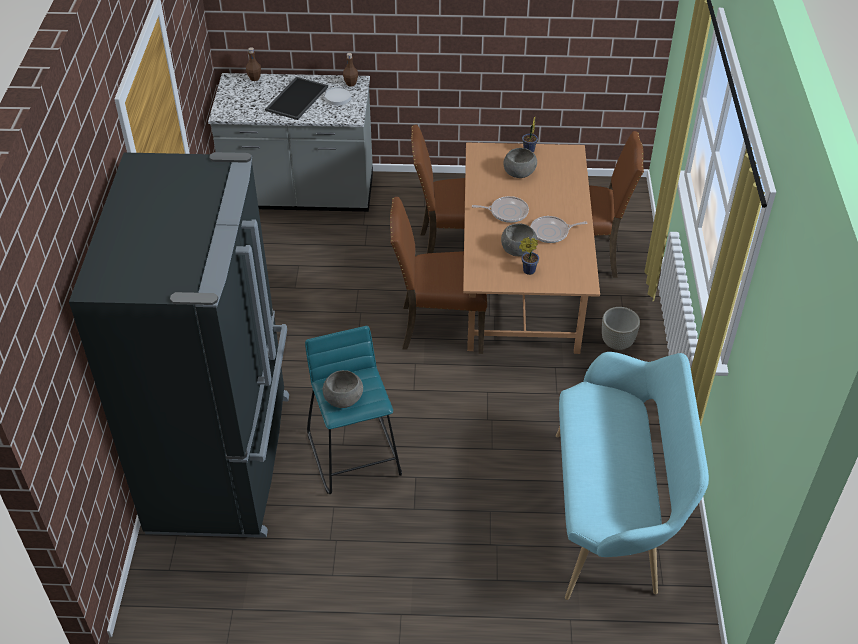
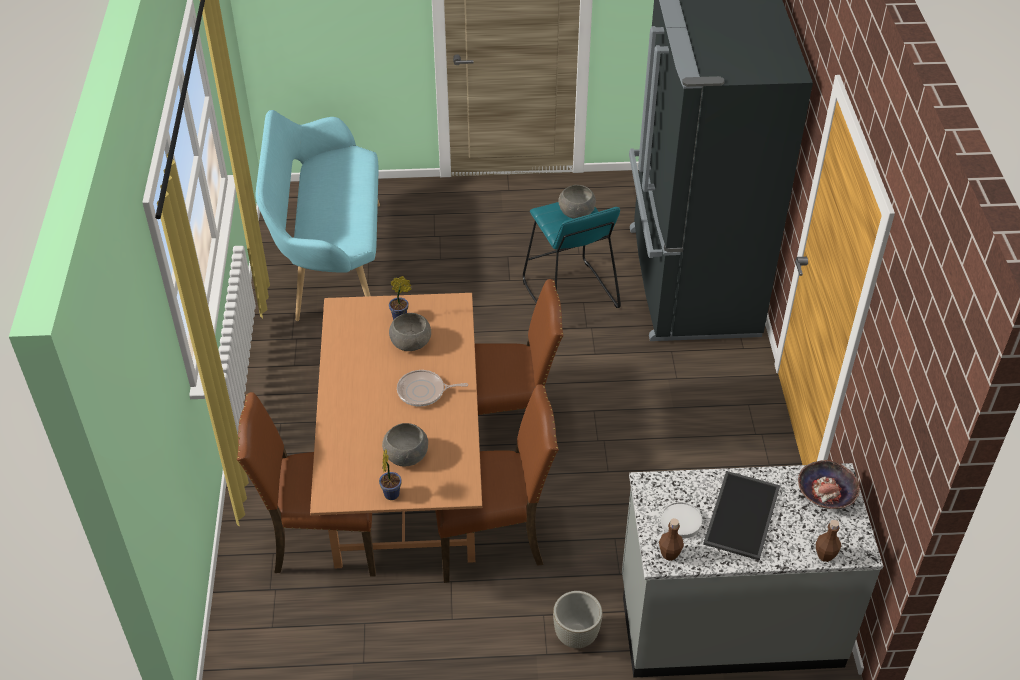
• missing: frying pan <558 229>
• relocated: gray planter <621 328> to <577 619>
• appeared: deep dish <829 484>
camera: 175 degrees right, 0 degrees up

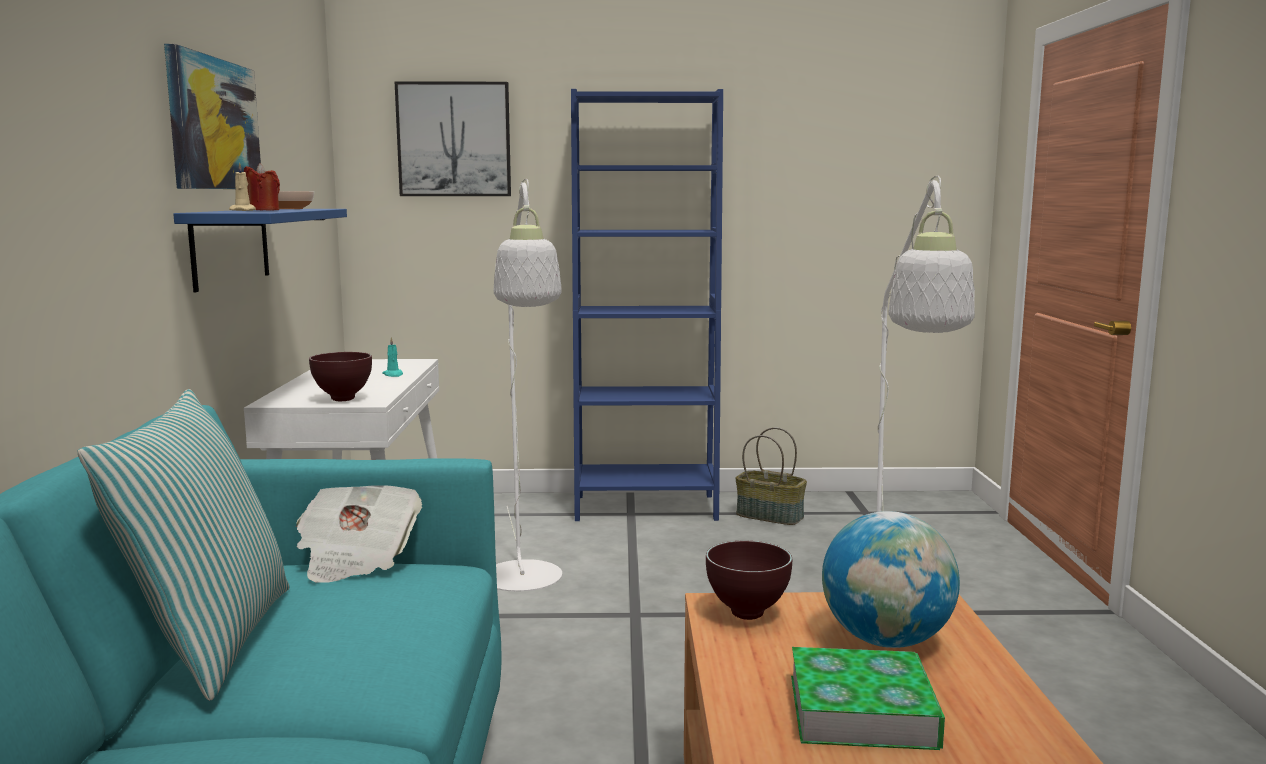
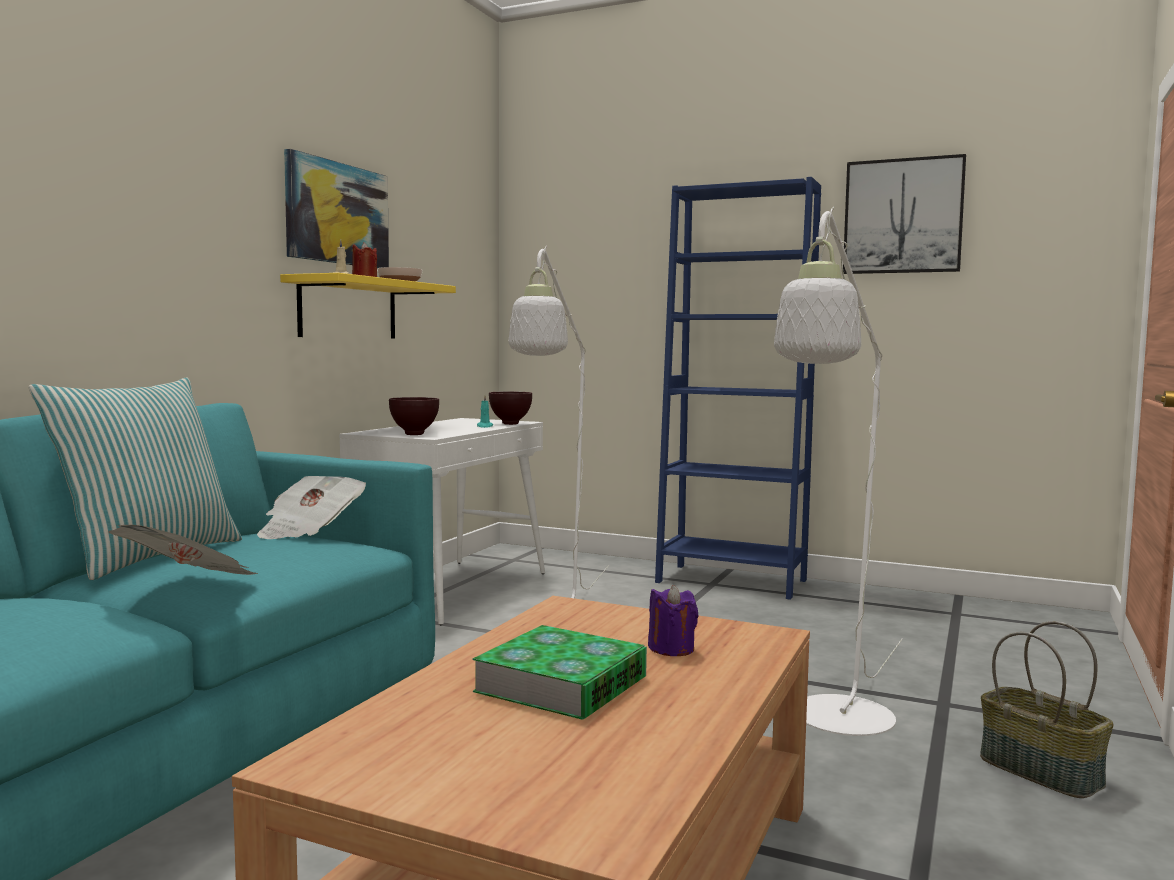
• colour: blue-coloured wall shelf <260 250> to yellow-coloured wall shelf <368 306>
• relocated: wall picture <453 138> to <904 214>
• relocated: brown deep dish <749 580> to <510 408>
• relocated: basket <771 476> to <1046 709>
• exchanged: world globe <891 579> to purplish wax candle <673 620>
• appeared: newspaper <183 550>
camera: 25 degrees right, 5 degrees down

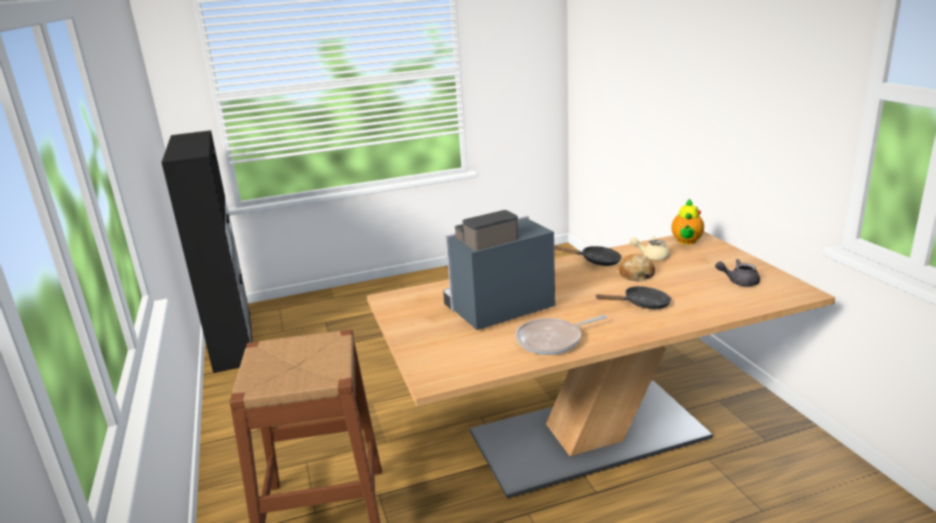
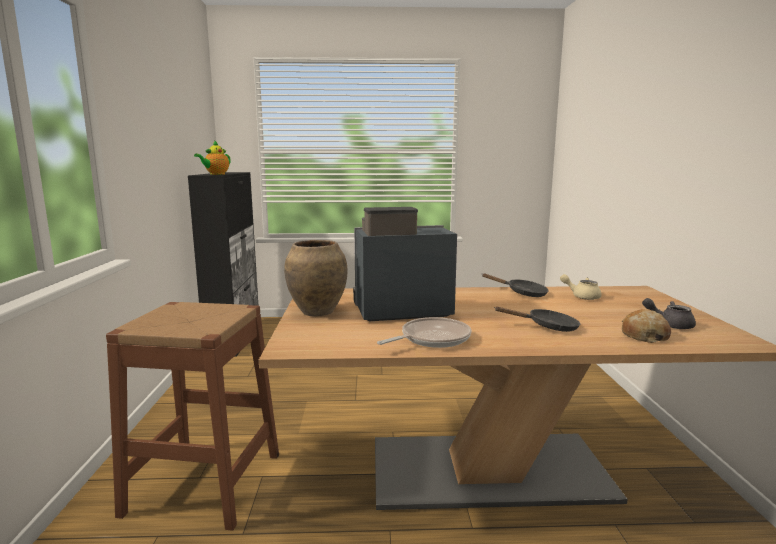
• spun: frying pan <561 335> = <424 332> 150 degrees clockwise
• relocated: bakery bread <636 268> to <646 326>
• relocated: tea pot <687 222> to <212 157>
• appeared: brown flower vase <316 278>
camera: 15 degrees right, 10 degrees down

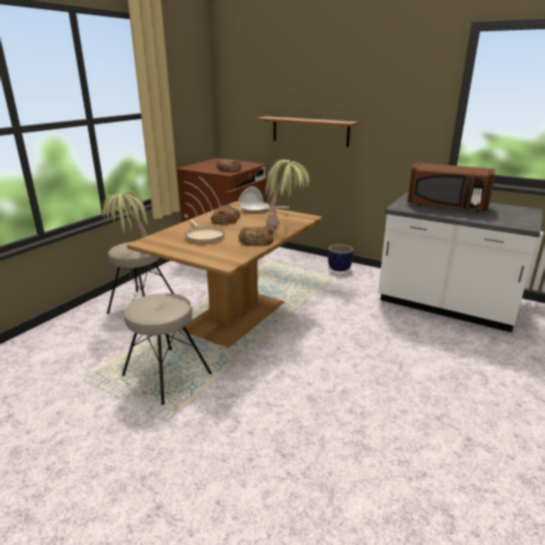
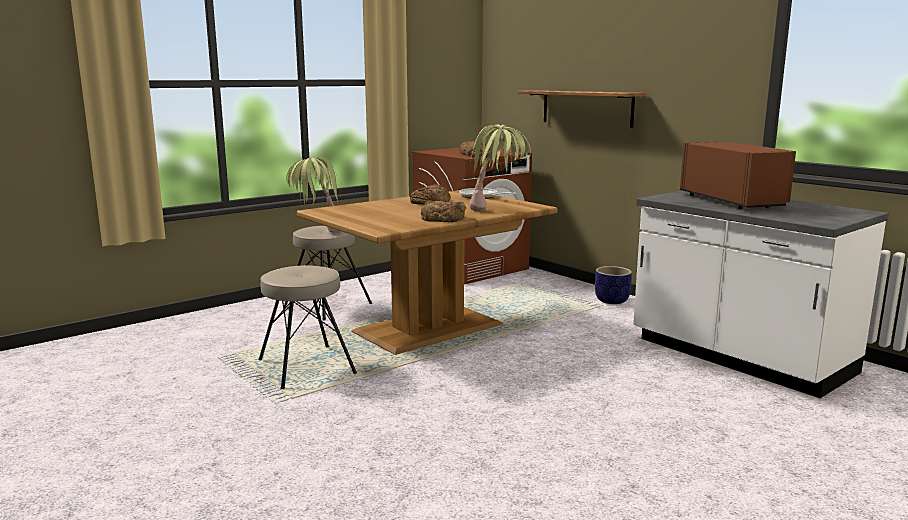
• missing: beige frying pan <205 231>
• spun: brown microwave oven <451 187> = <738 175> 150 degrees counterclockwise
camera: 20 degrees right, 10 degrees down

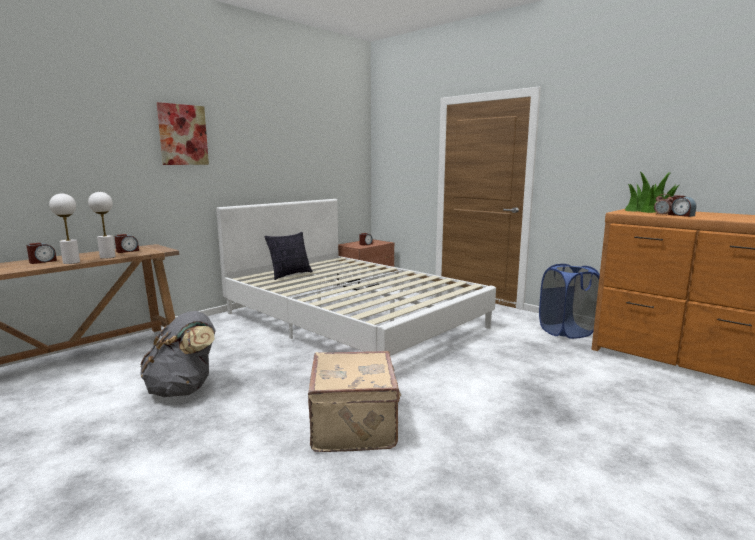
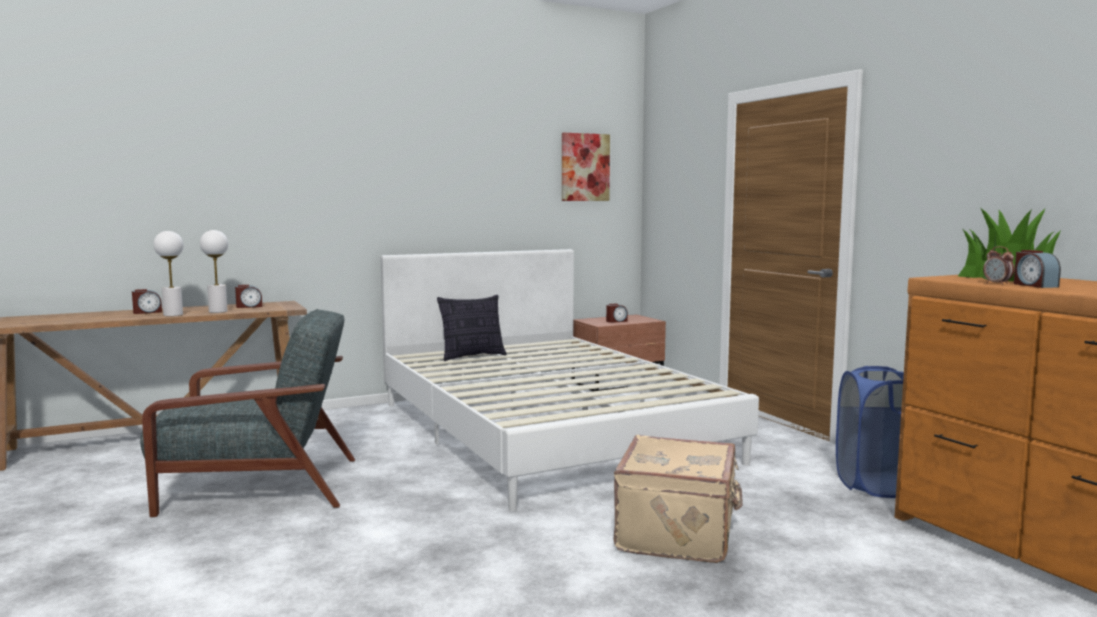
• exchanged: gray backpack <178 354> to gray lounge chair <247 413>
• relocated: wall picture <183 133> to <586 167>
• relocated: beige suitcase <355 401> to <678 499>
camera: 20 degrees right, 5 degrees down

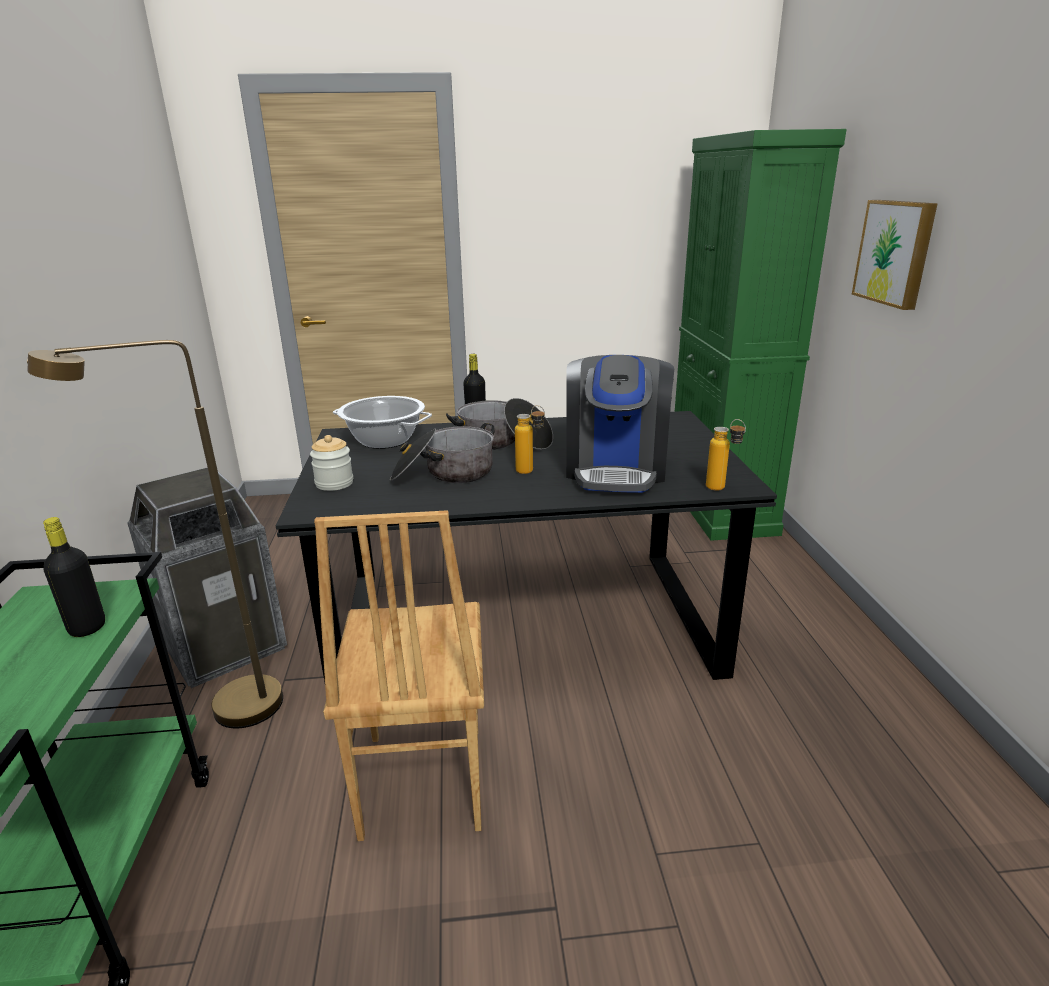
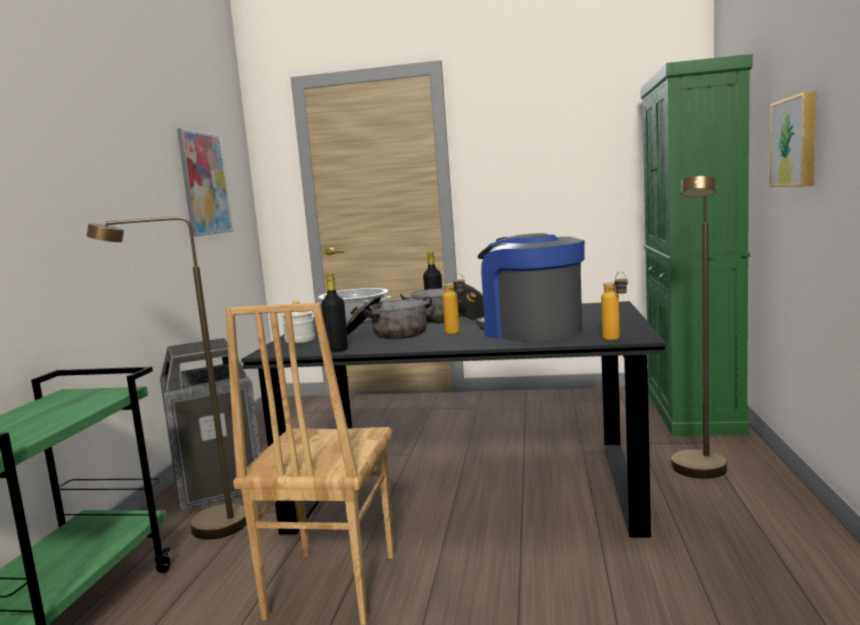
• relocated: black bottle <74 577> to <334 313>
• spun: coffee machine <620 424> = <530 287> 120 degrees clockwise
• appeared: wall picture <205 182>
• appeared: brown floor lamp <699 327>
camera: 15 degrees right, 15 degrees down

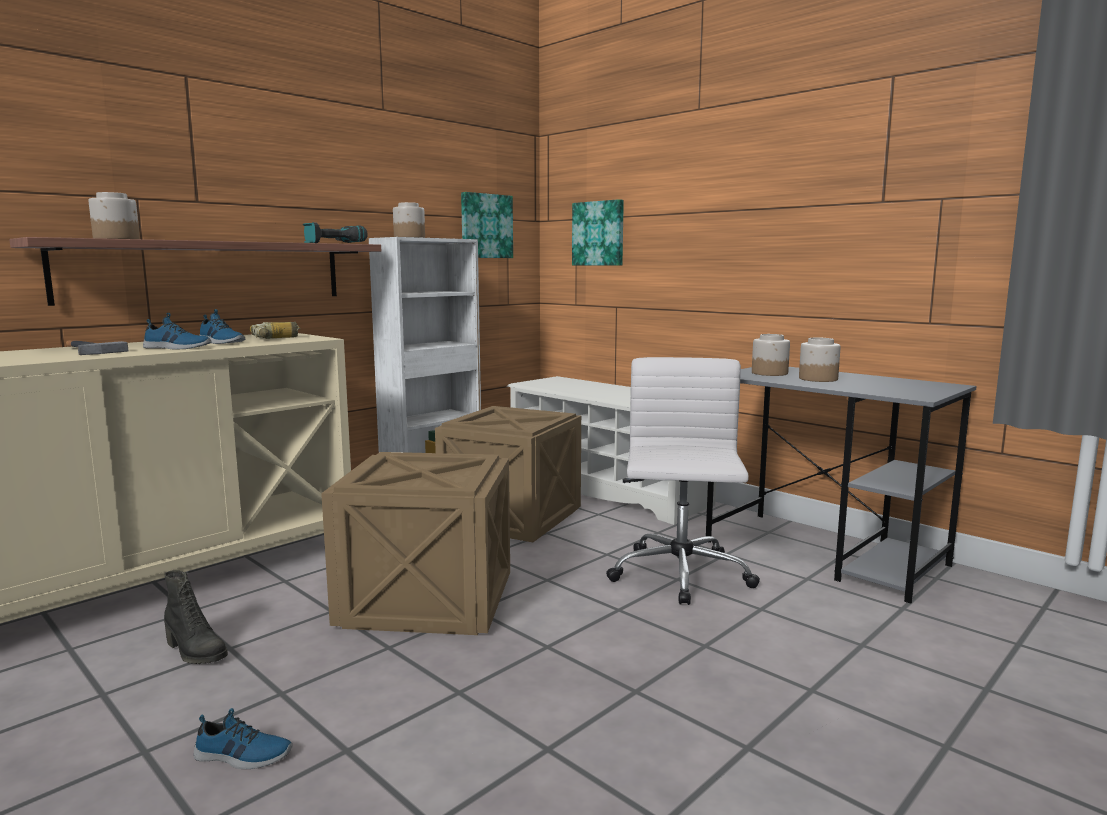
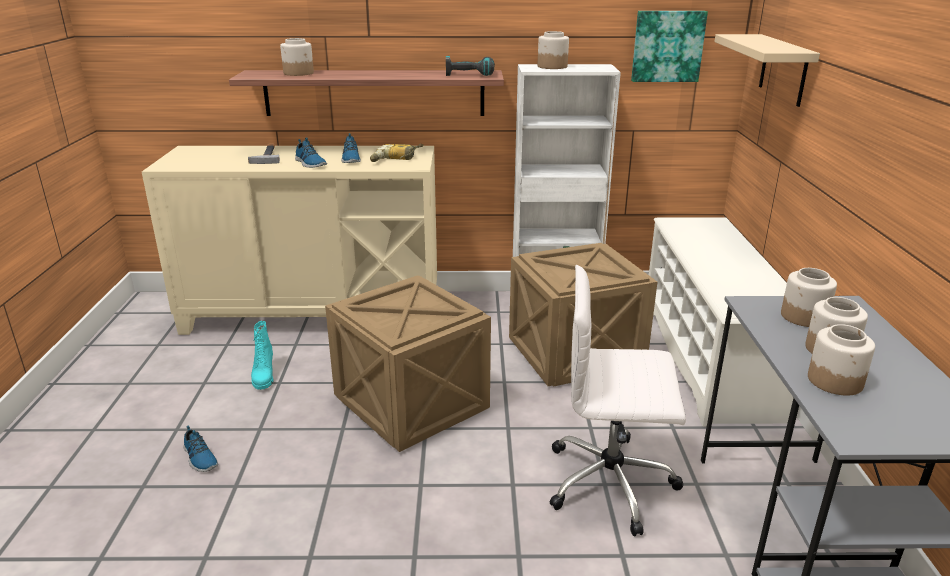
• colour: black boot <196 617> to blue-green boot <262 355>
• exchanged: wall picture <598 232> to beige wall shelf <767 70>
• spun: white-coloured desk chair <683 481> = <618 401> 135 degrees counterclockwise
• appeared: storage jar <841 360>
camera: 45 degrees right, 15 degrees up

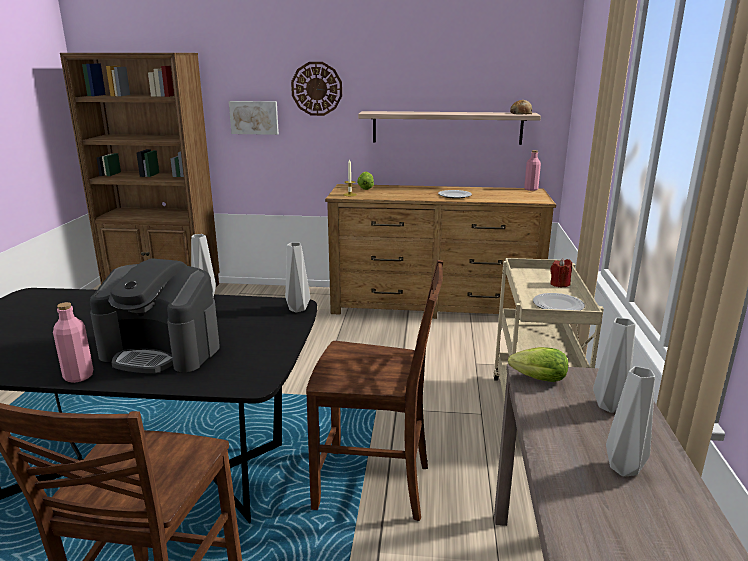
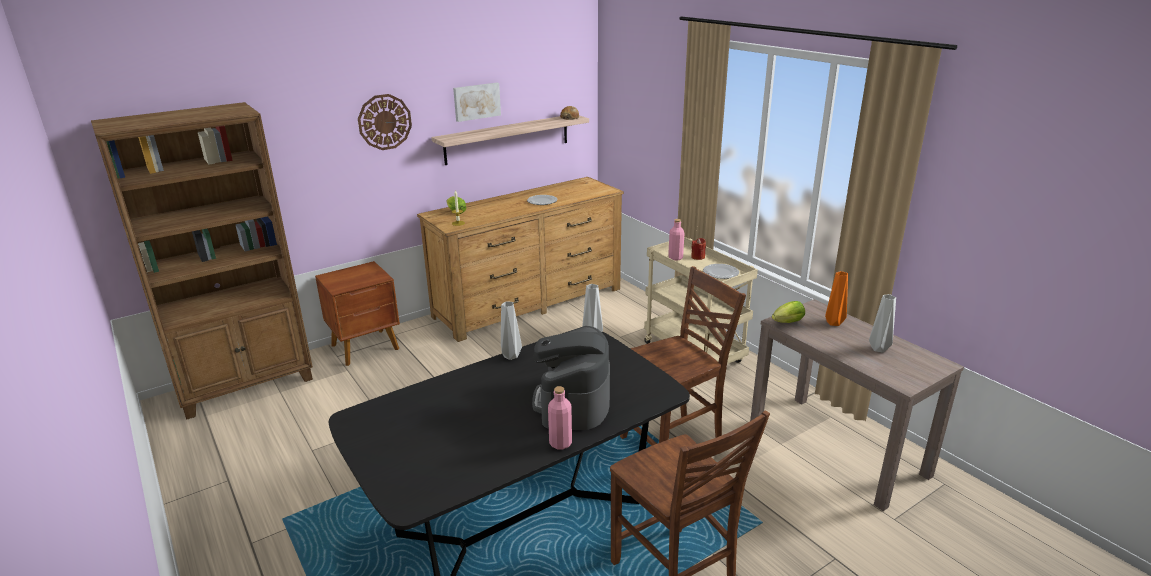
• spun: coffee machine <155 316> = <571 378> 120 degrees clockwise
• relocated: wall picture <254 118> to <477 102>
• relocated: pinkish bottle <532 170> to <676 240>
• colour: gray flower vase <614 365> to orangey flower vase <836 298>
• appeared: brown bedside table <357 313>
camera: 40 degrees left, 5 degrees up

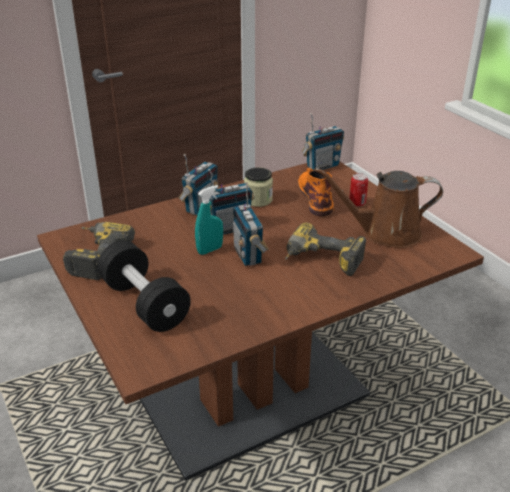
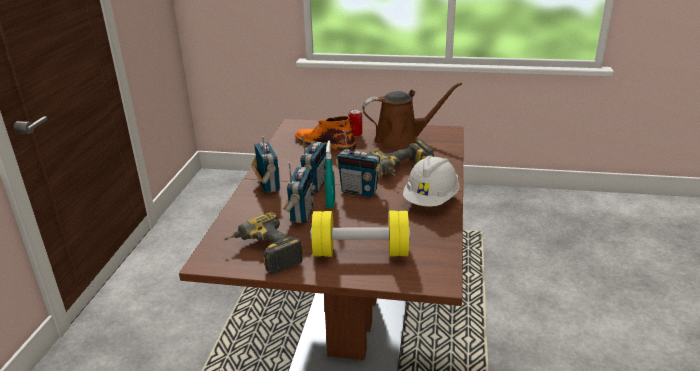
• colour: black free weight <144 286> to yellow-coloured free weight <360 234>
• missing: storage jar <258 187>
• relocated: radio set <323 141> to <299 192>
• spun: brown watering pot <379 208> = <412 116> 135 degrees counterclockwise
• appeared: white-coloured work helmet <431 181>
camera: 50 degrees left, 5 degrees down

